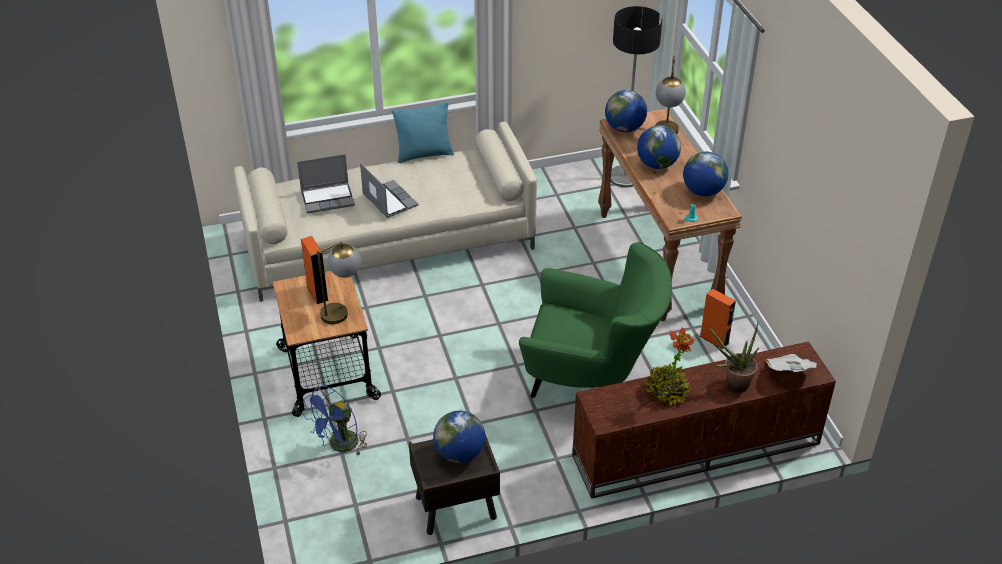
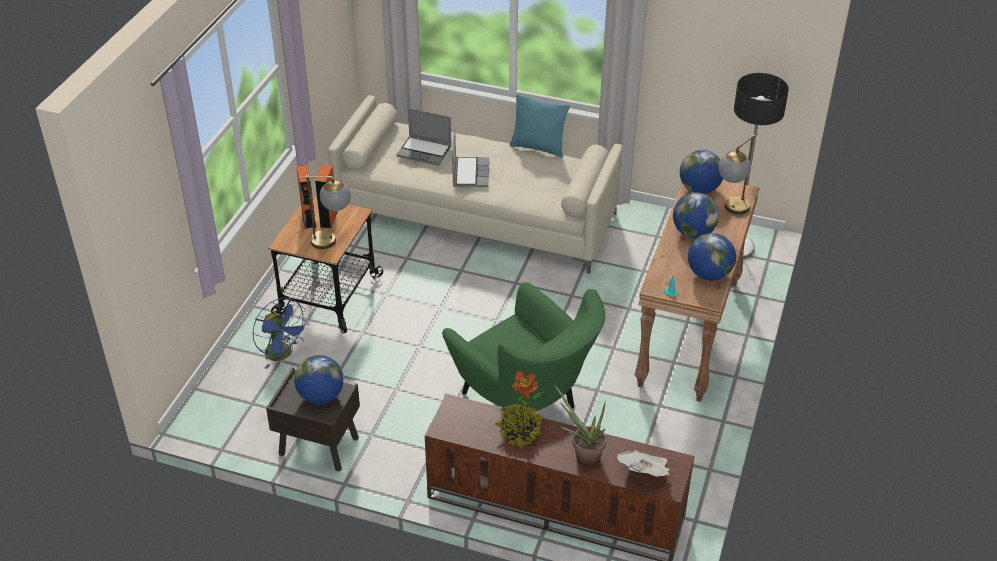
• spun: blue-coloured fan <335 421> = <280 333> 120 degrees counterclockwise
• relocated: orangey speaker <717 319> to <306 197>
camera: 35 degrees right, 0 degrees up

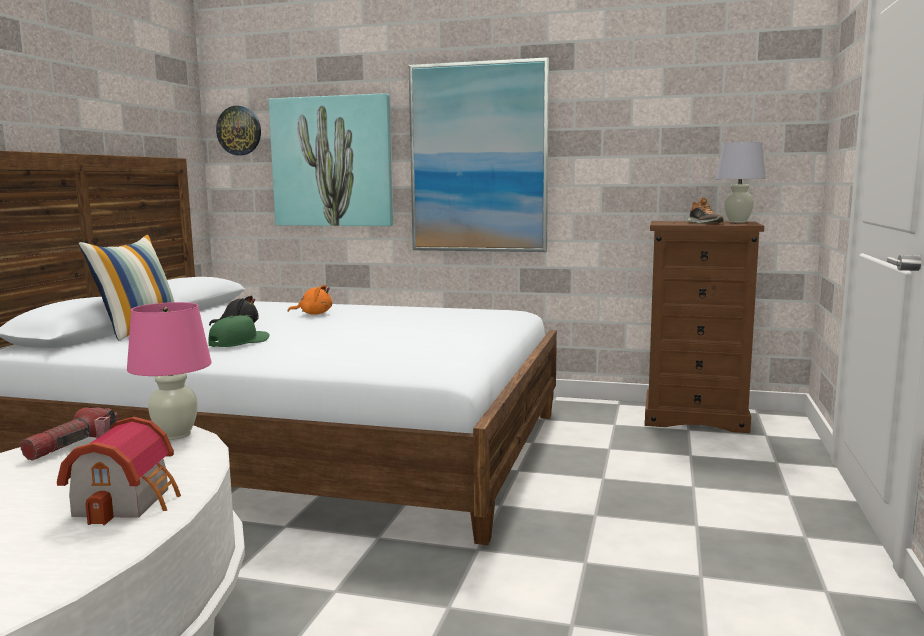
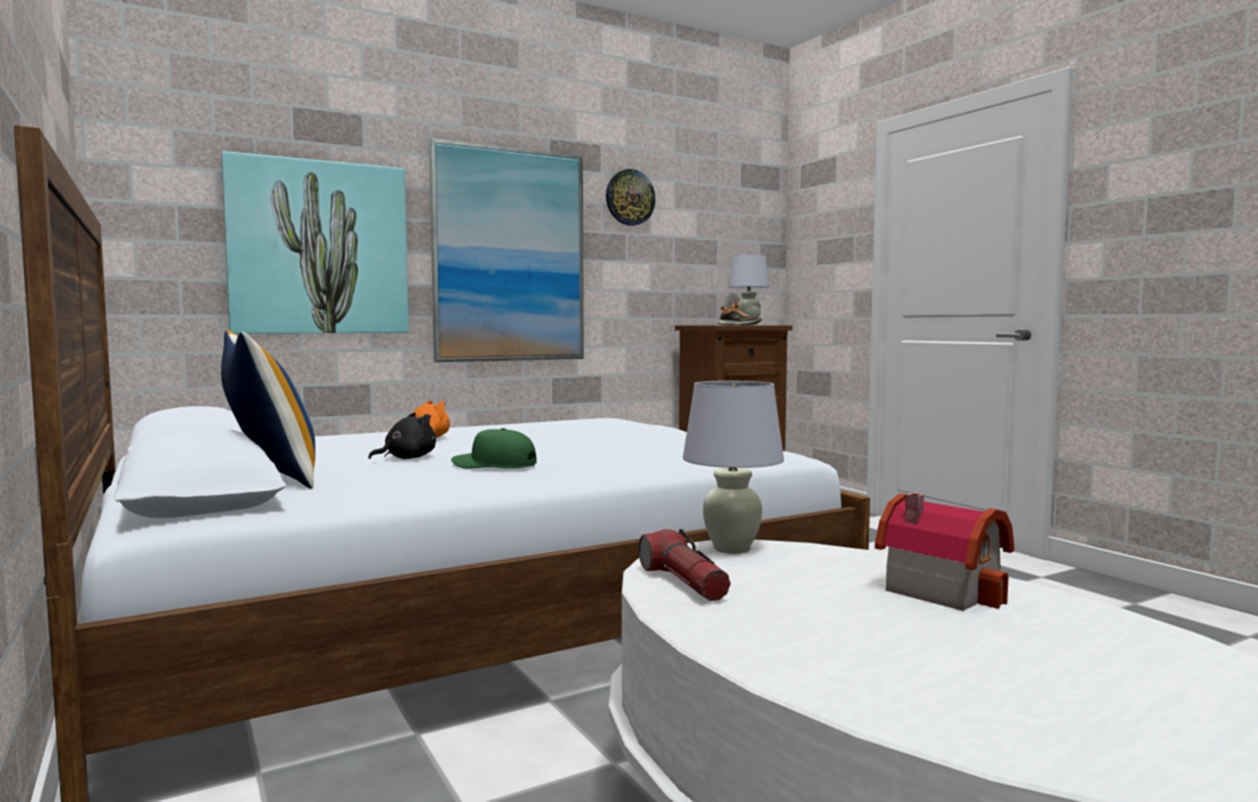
• colour: pinkish table lamp <169 371> to white-coloured table lamp <733 467>
• spun: green cap <239 331> = <494 448> 60 degrees counterclockwise
• relocated: wall clock <238 130> to <631 197>
camera: 45 degrees left, 5 degrees down

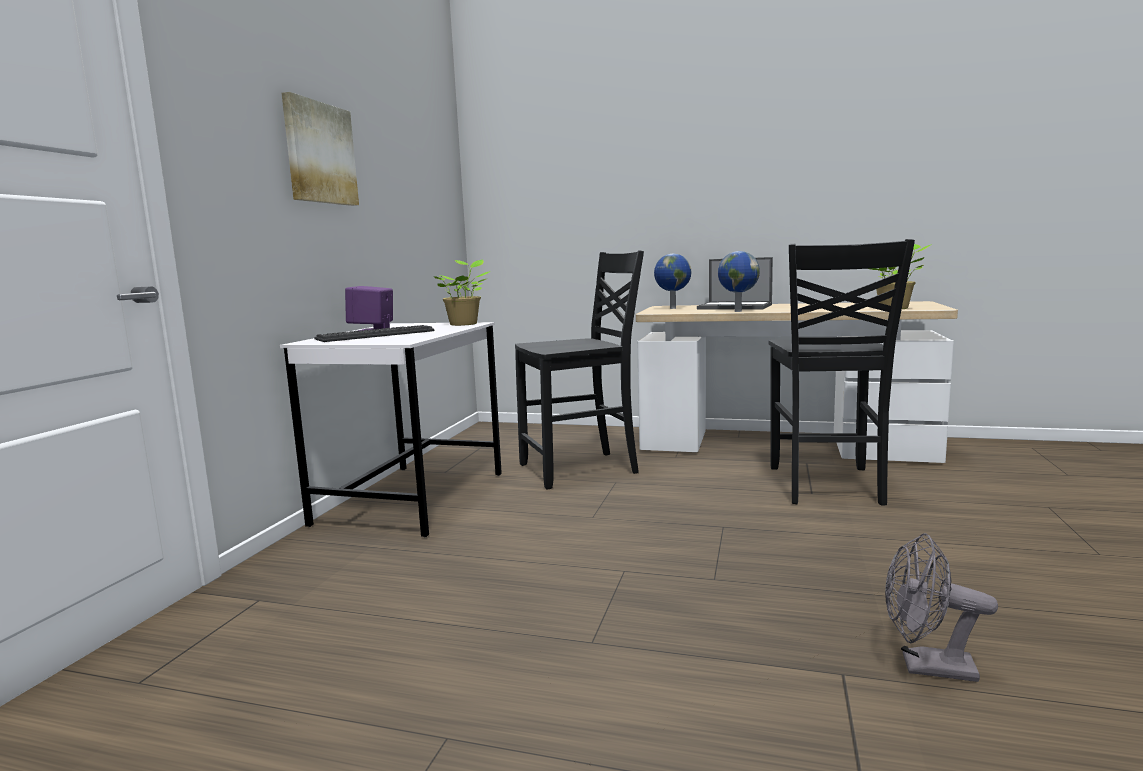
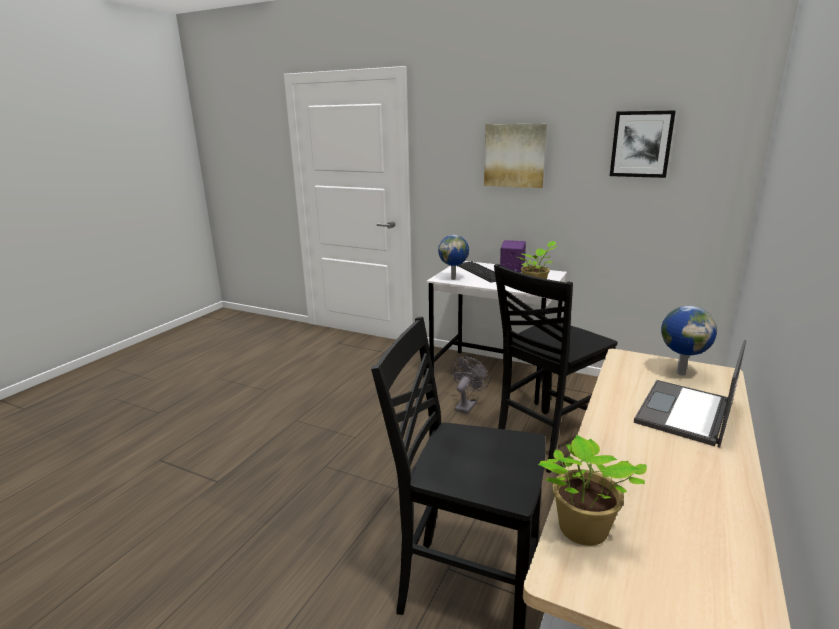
• spun: black upright chair <579 369> = <555 368> 60 degrees clockwise
• relocated: world globe <739 281> to <453 257>
• relocated: gray fan <941 607> to <470 385>
• appeared: wall picture <643 144>
camera: 100 degrees right, 10 degrees up

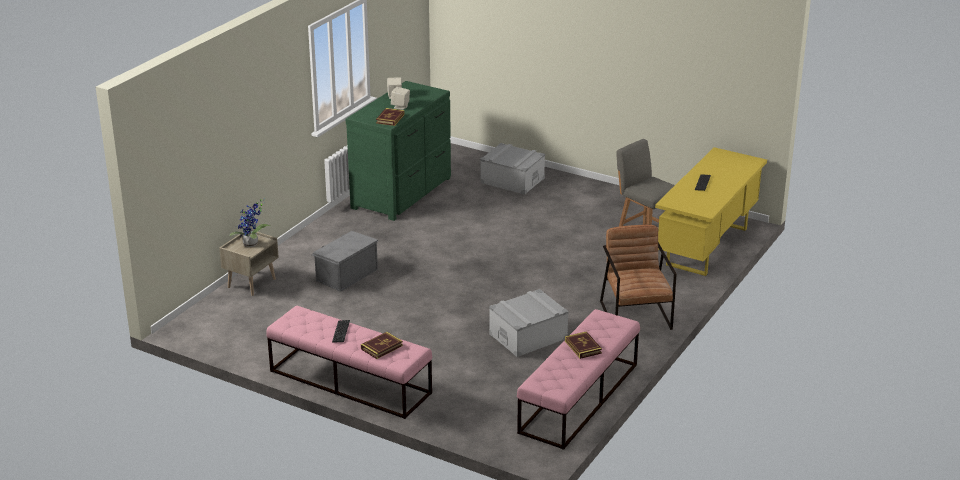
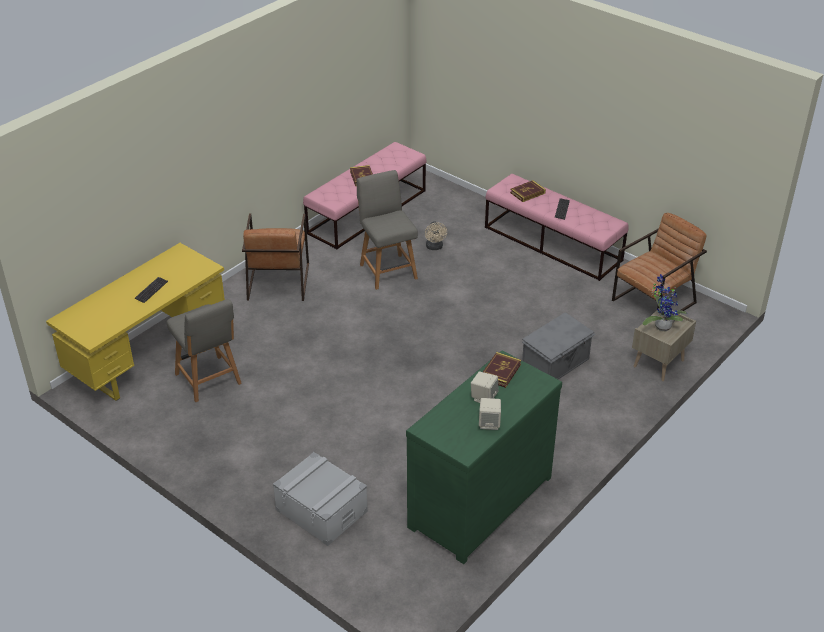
• exchanged: gray storage container <529 323> to gray upright chair <387 230>
• appeared: beige fan <436 235>
• appeared: brown lounge chair <659 262>
camera: 170 degrees left, 10 degrees up

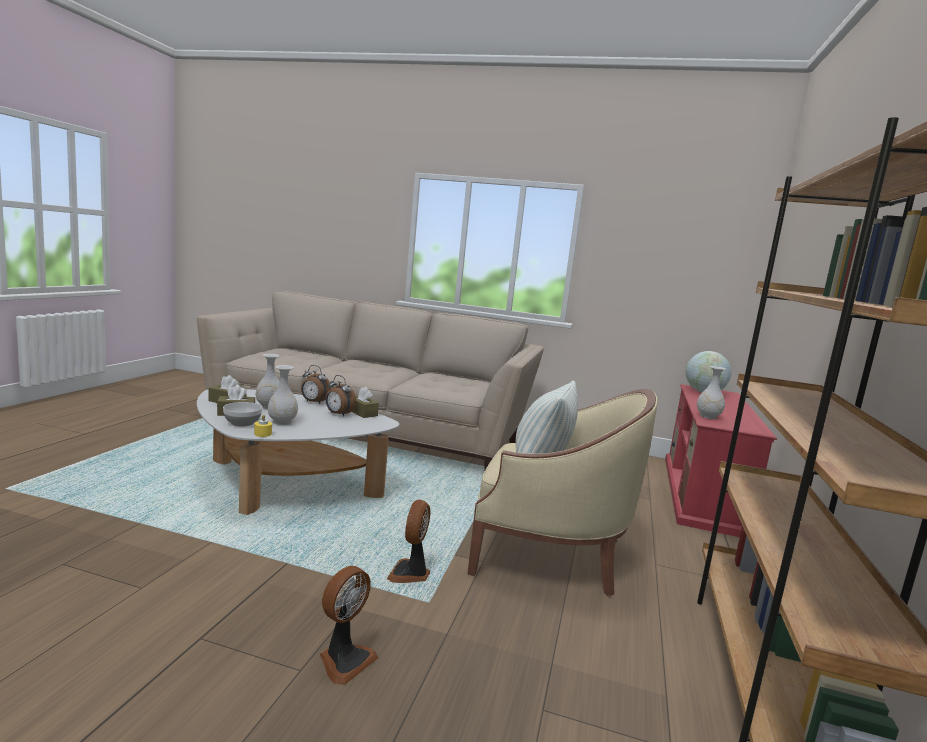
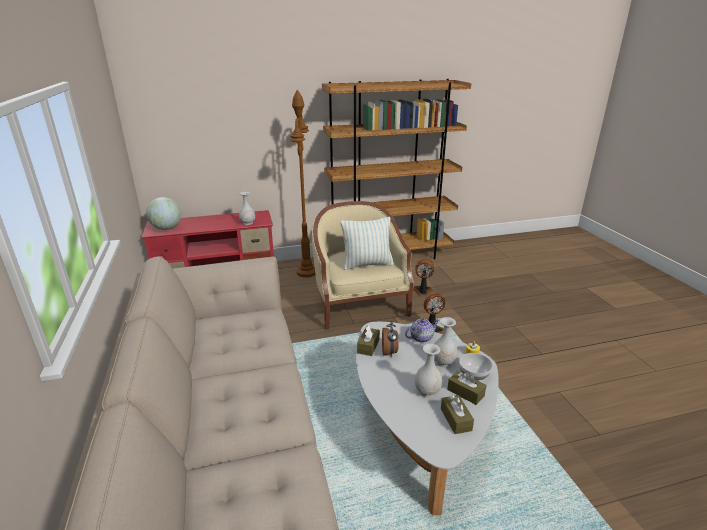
• missing: alarm clock <316 384>
• relocated: fan <349 625> to <423 277>
• appeared: brown floor lamp <303 183>
• appeared: tea pot <422 331>
camera: 120 degrees left, 15 degrees up

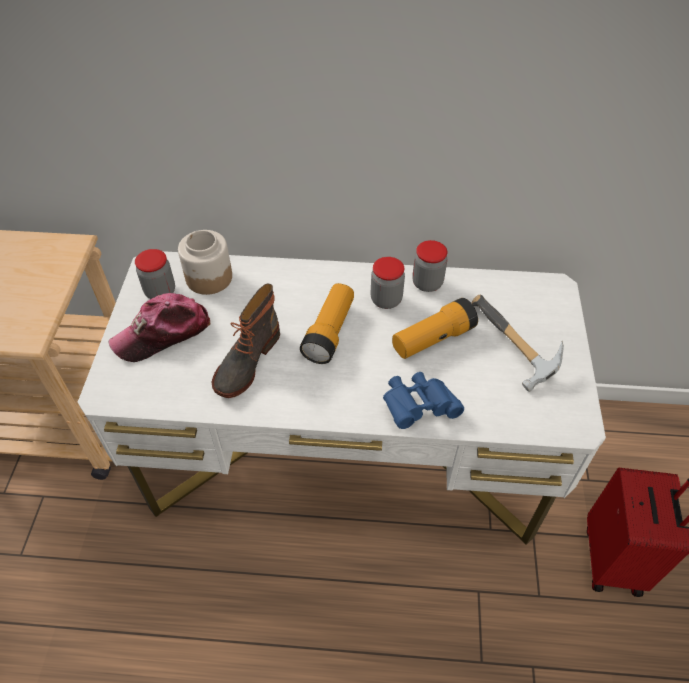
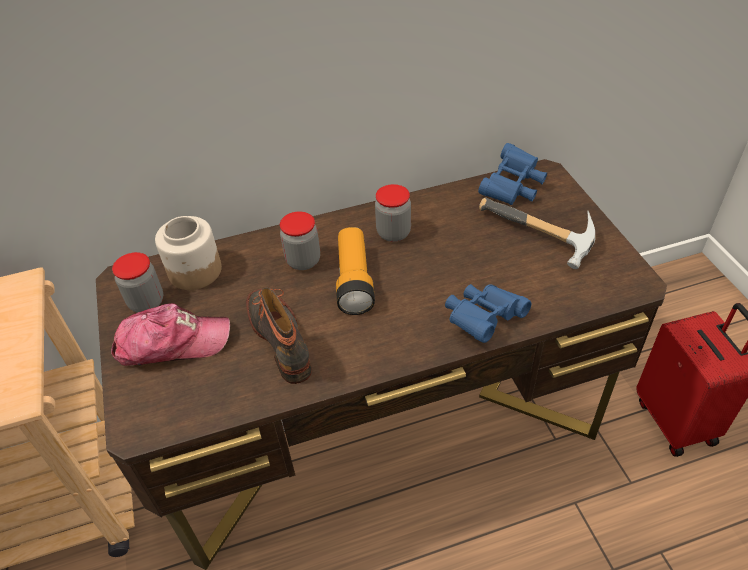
• colour: white-coloured desk unit <342 398> to brown desk unit <381 364>
• spun: cap <159 327> = <170 334> 135 degrees counterclockwise
• spun: boot <246 341> = <279 336> 150 degrees clockwise
• missing: torch <435 328>
• relocated: storage jar <429 266> to <300 240>
• appeared: blue-coloured binoculars <512 174>
camera: 20 degrees left, 5 degrees down

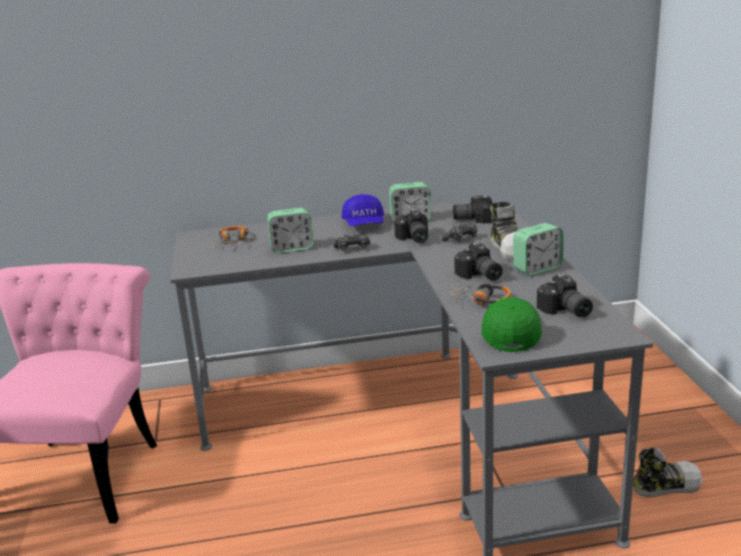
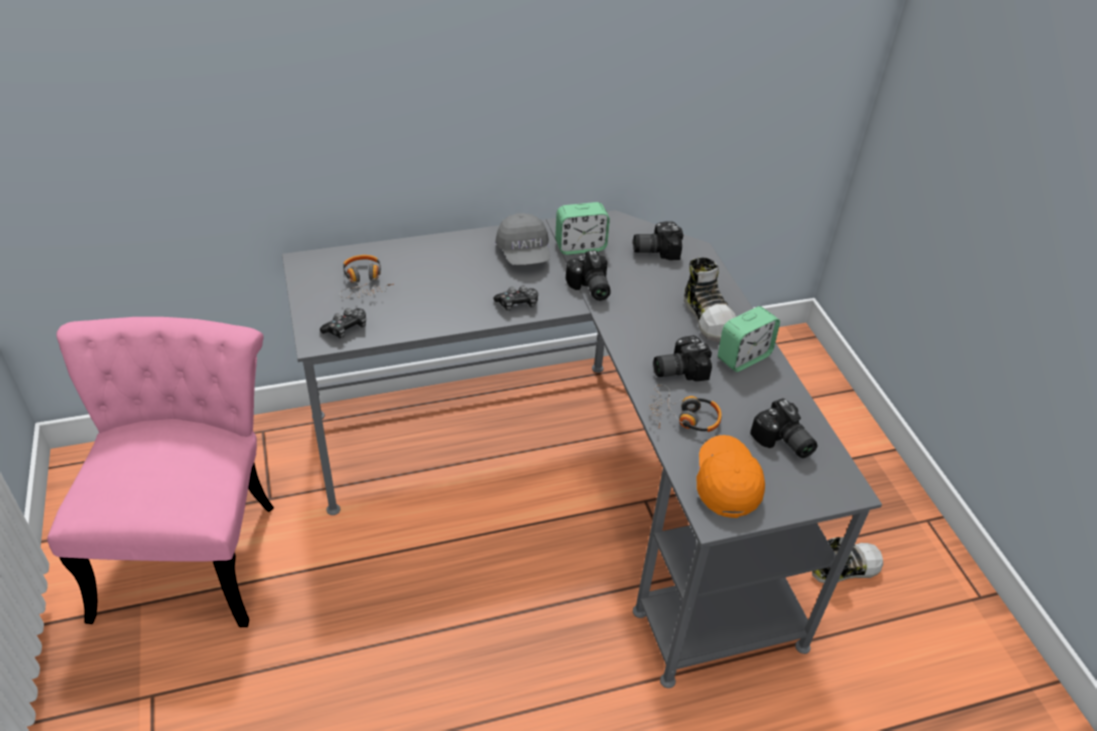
• missing: alarm clock <290 230>
• colour: blue-coloured cap <362 210> to gray cap <522 239>
• relocated: joypad <459 232> to <343 323>
• spun: still camera <478 261> = <682 358> 105 degrees clockwise
• colour: green cap <511 324> to orangey cap <730 476>
camera: 10 degrees left, 20 degrees up

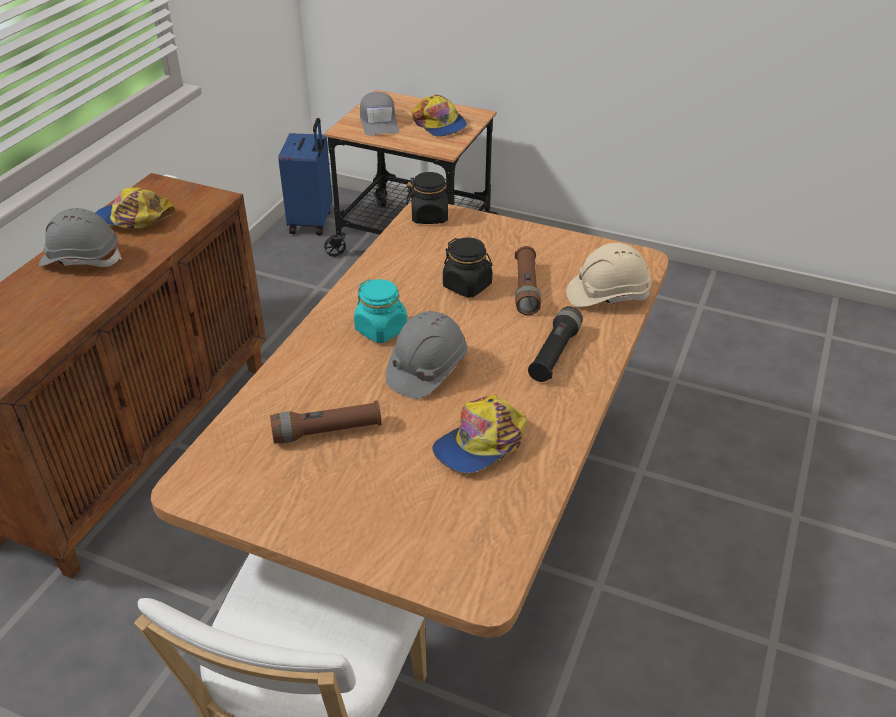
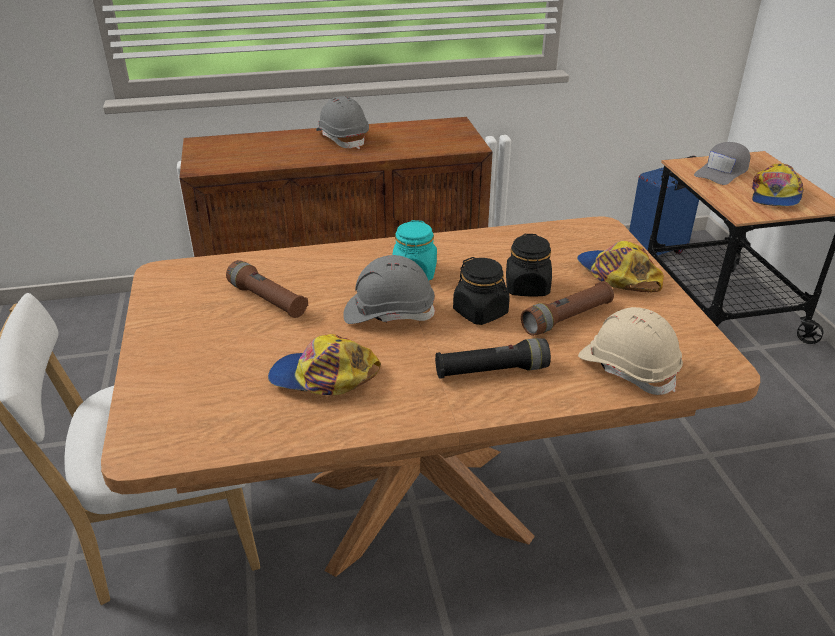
• relocated: cap <135 207> to <620 267>
• relocated: black storage jar <430 198> to <481 291>
camera: 55 degrees right, 5 degrees down

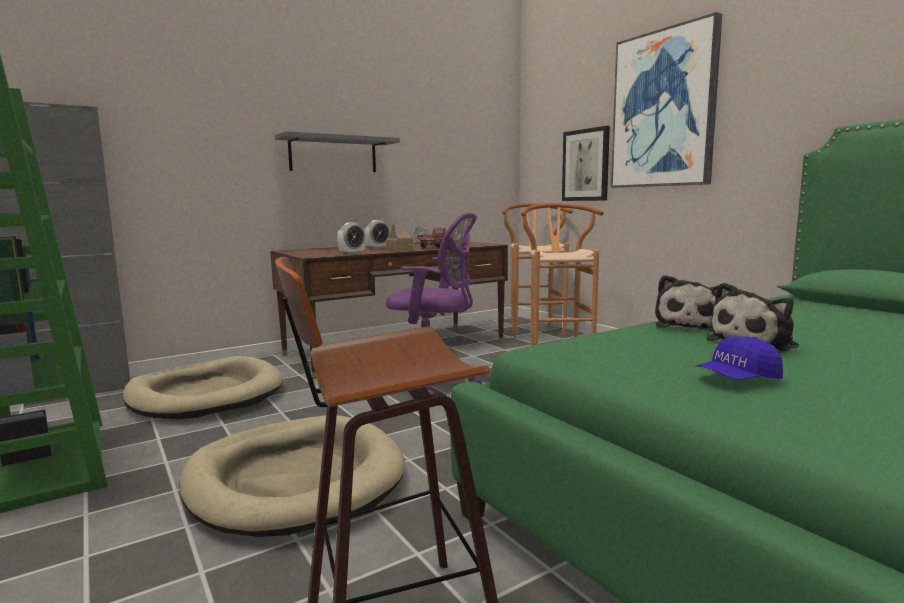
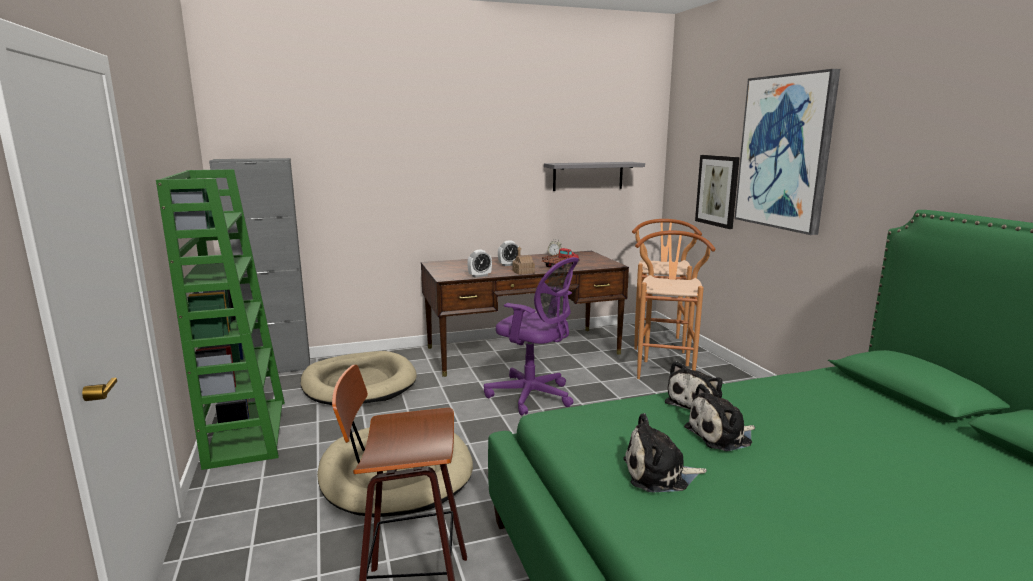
• relocated: gray wall shelf <337 151> to <594 176>
• exchanged: blue-coloured cap <739 358> to soft toy <665 452>
camera: 15 degrees right, 5 degrees up

